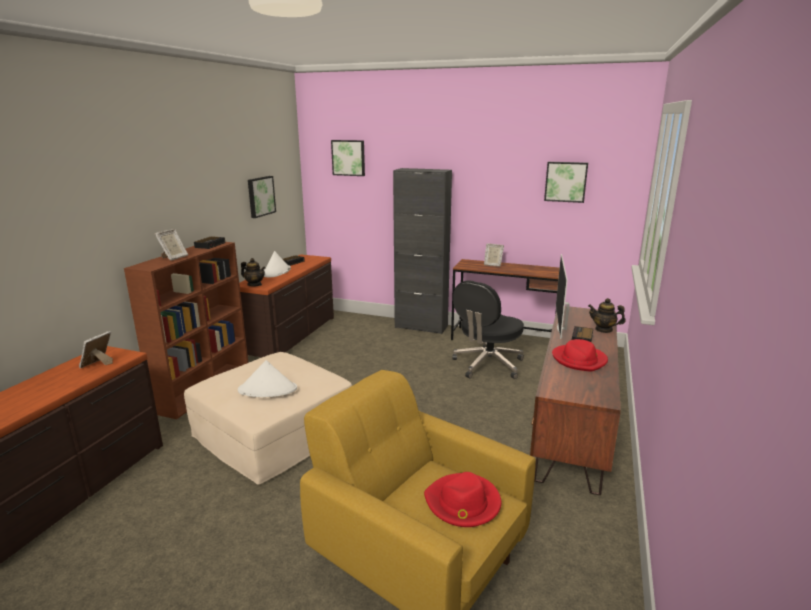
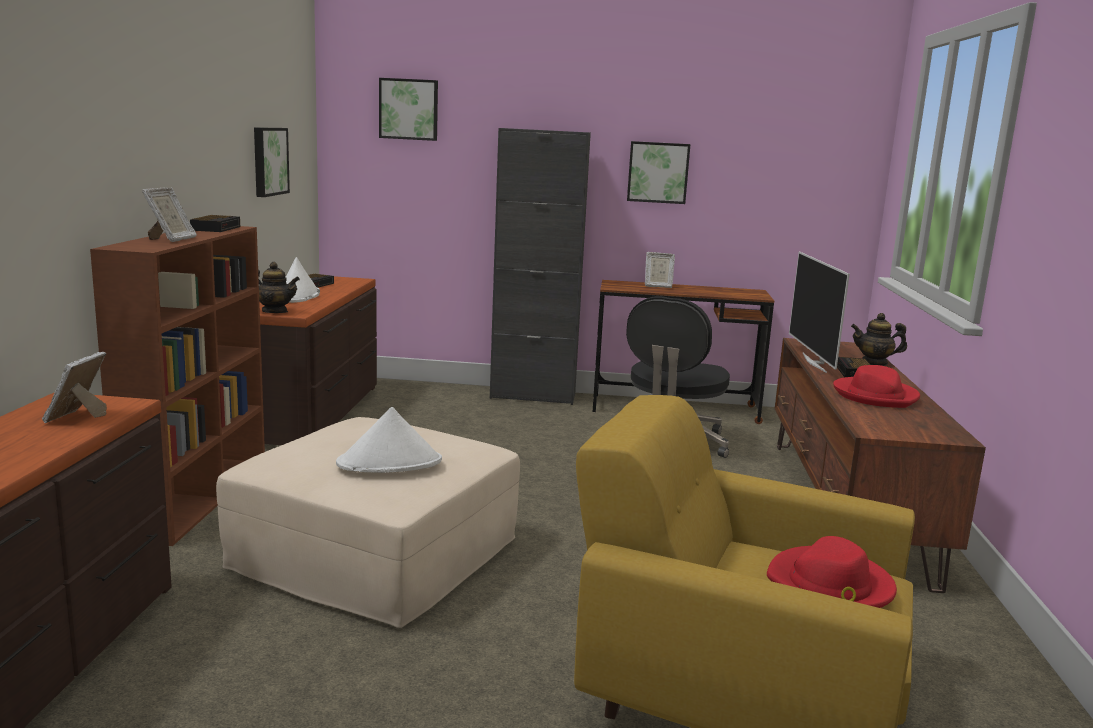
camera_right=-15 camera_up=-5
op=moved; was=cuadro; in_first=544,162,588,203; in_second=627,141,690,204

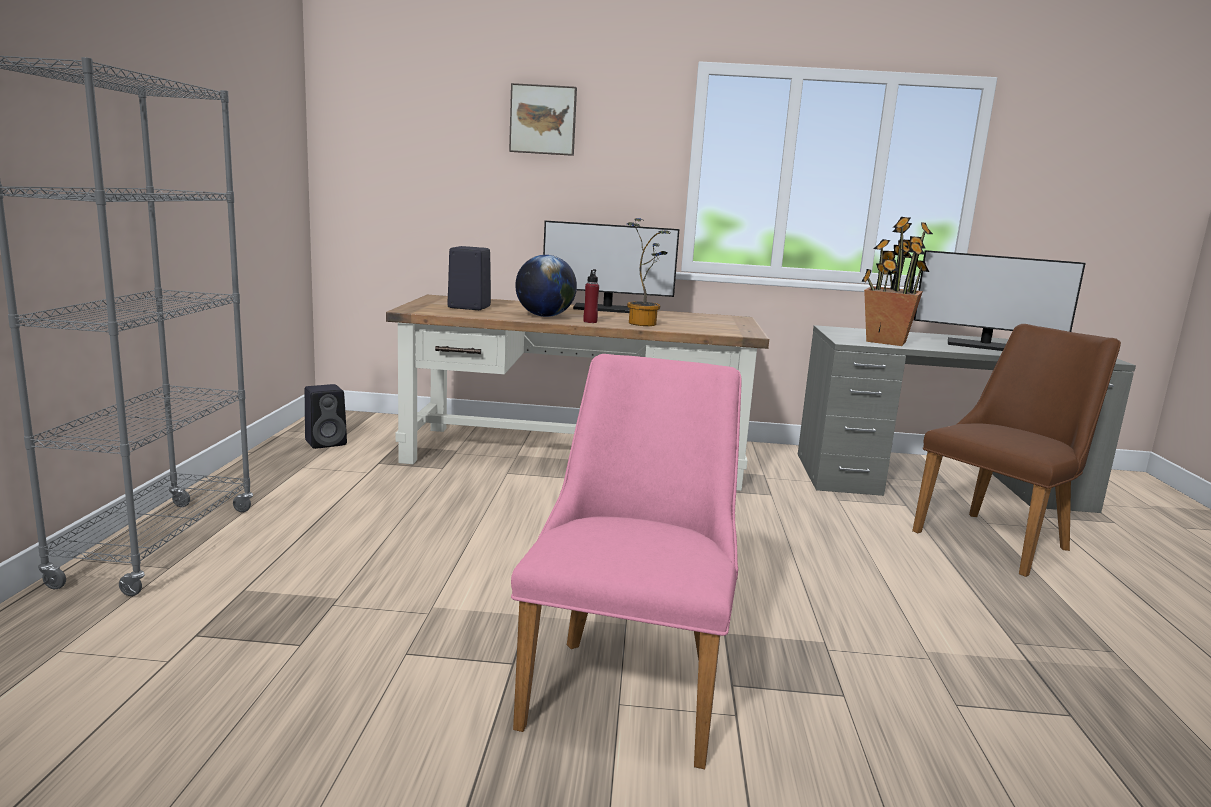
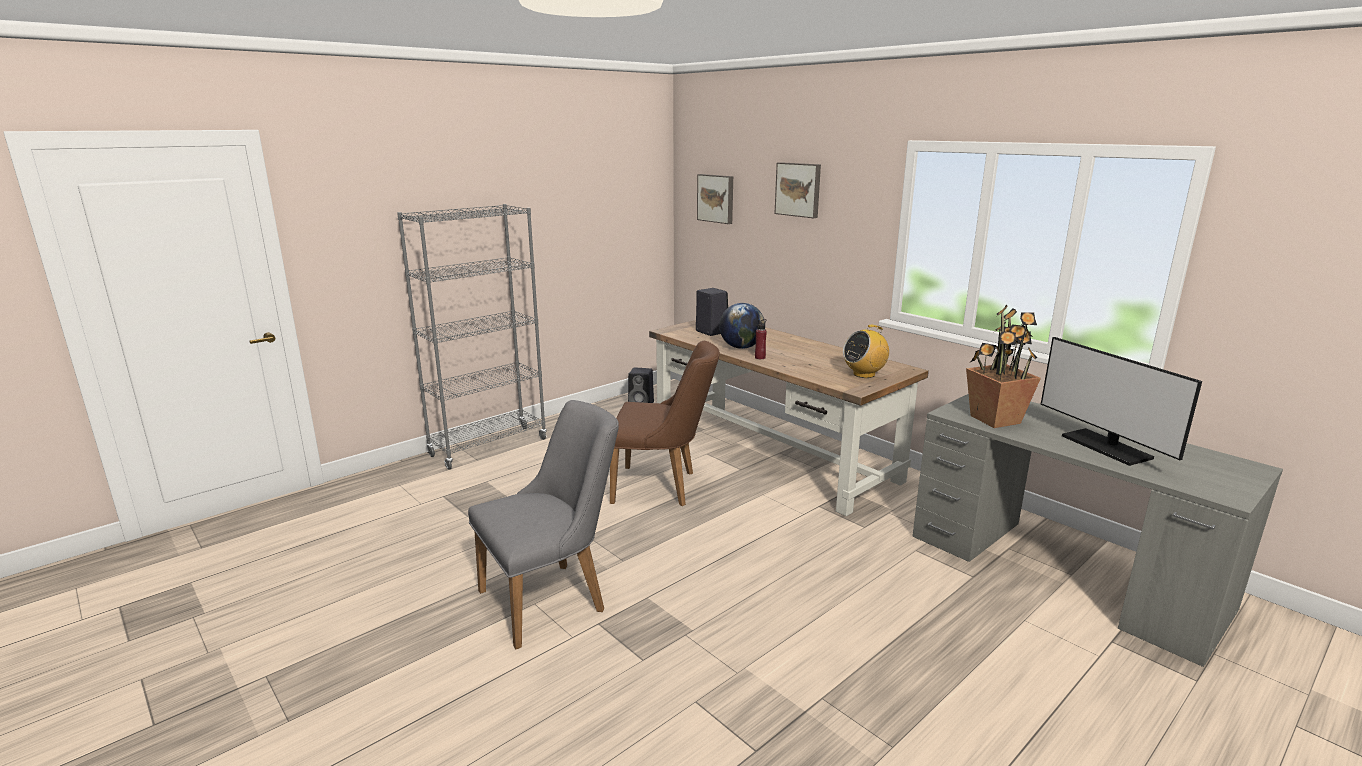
camera_right=45 camera_up=5
op=recoloured; was=silla (rosa); now=silla (gris); in_first=511,354,742,769; in_second=468,400,619,649
op=removed; was=monitor; in_first=543,221,679,313
op=removed; was=planta en maceta; in_first=627,218,670,326
op=moved; was=silla (marrón); in_first=912,324,1121,577; in_second=610,341,720,506
op=added; now=cuadro; in_second=697,174,733,224
op=added; now=radio; in_second=843,325,889,378

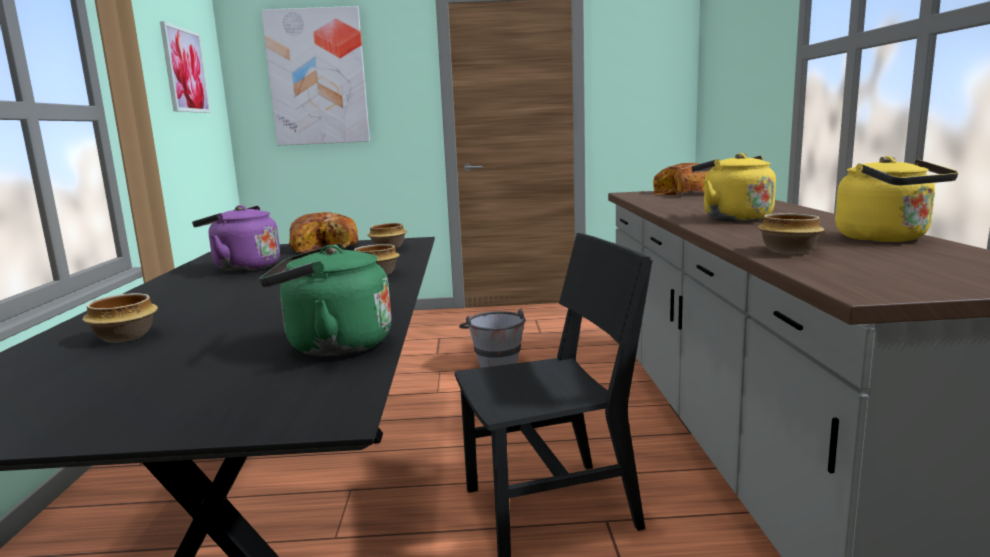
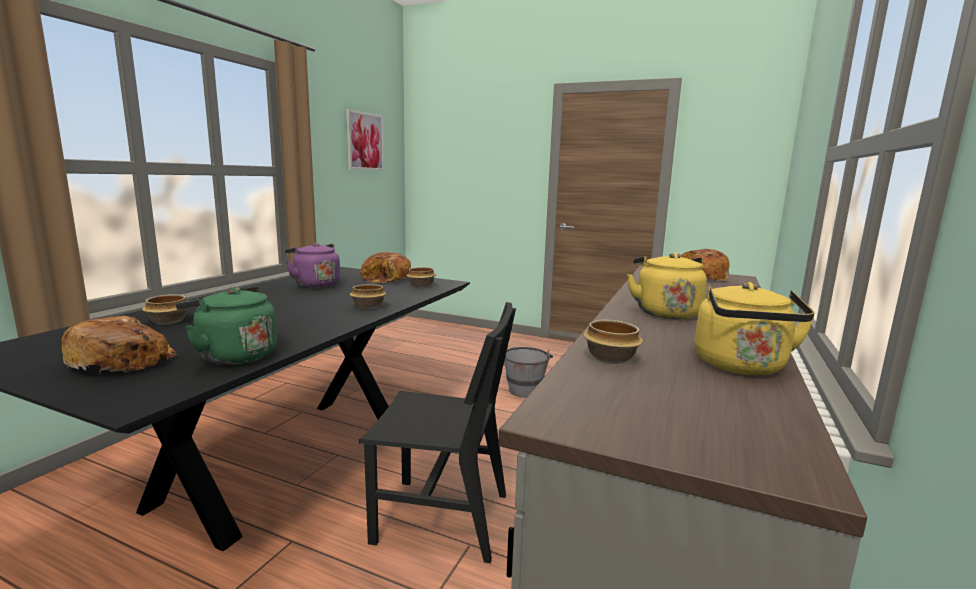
camera_right=25 camera_up=0
op=removed; was=cuadro; in_first=261,6,370,145
op=added; now=pan; in_second=62,316,176,375

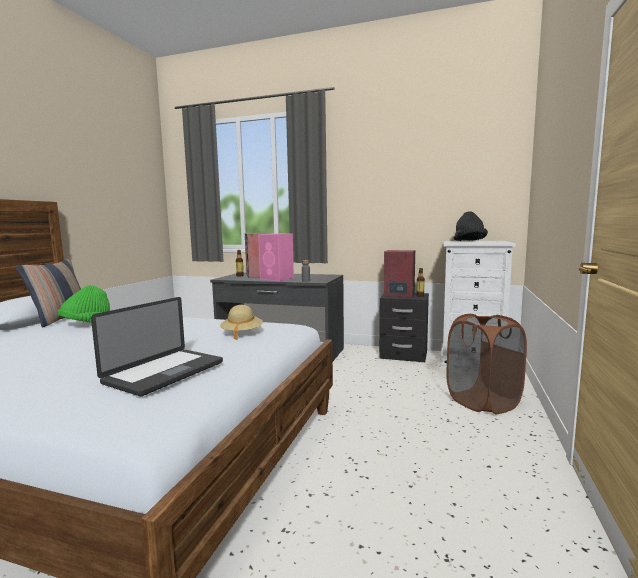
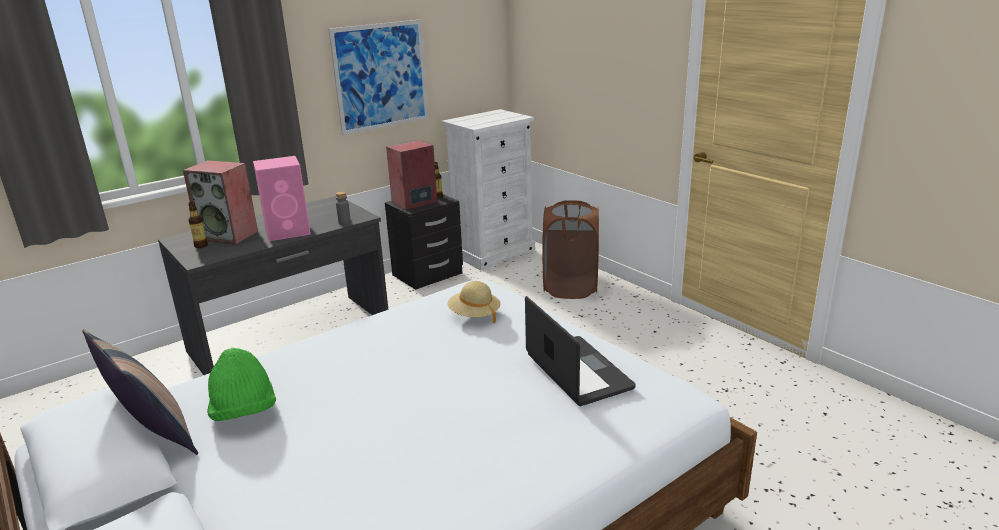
camera_right=-55 camera_up=15
op=removed; was=sombrero (negro); in_first=454,211,488,241
op=added; now=cuadro; in_second=328,20,428,135

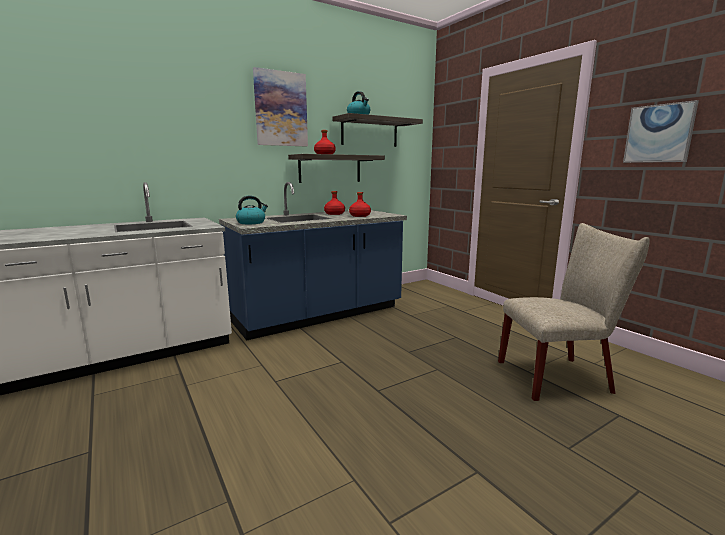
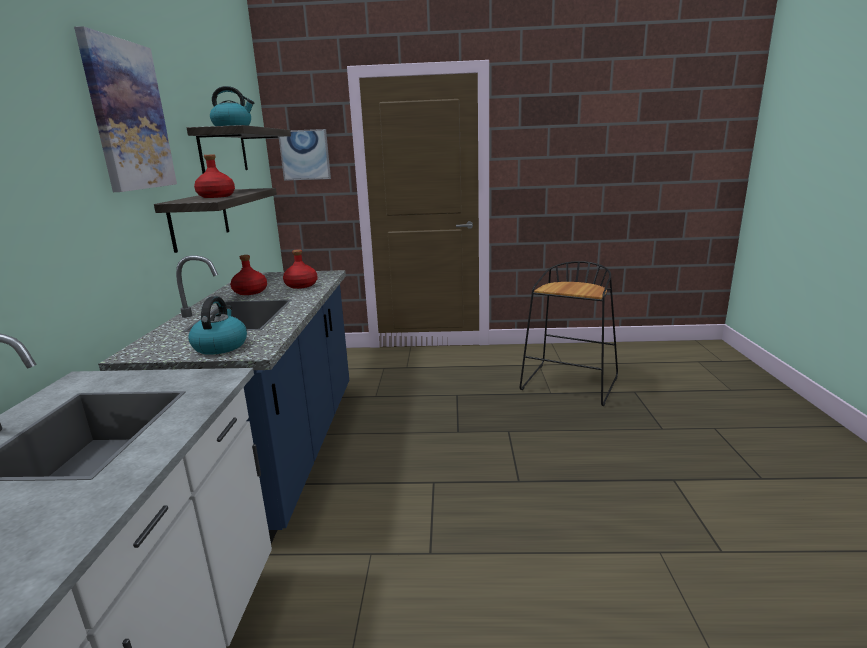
camera_right=-55 camera_up=5
op=replaced; was=silla (beis); now=taburete (negro); in_first=498,223,650,401; in_second=520,261,618,406
op=moved; was=cuadro; in_first=623,100,699,163; in_second=279,129,331,181

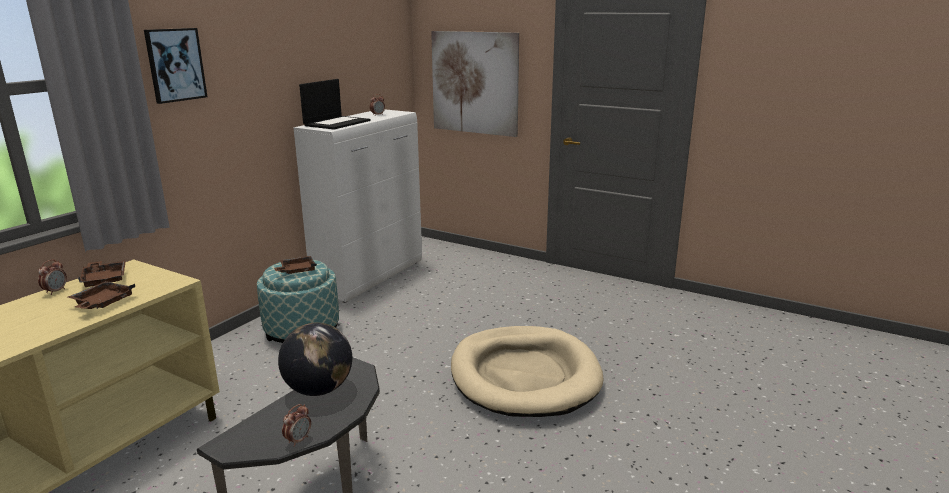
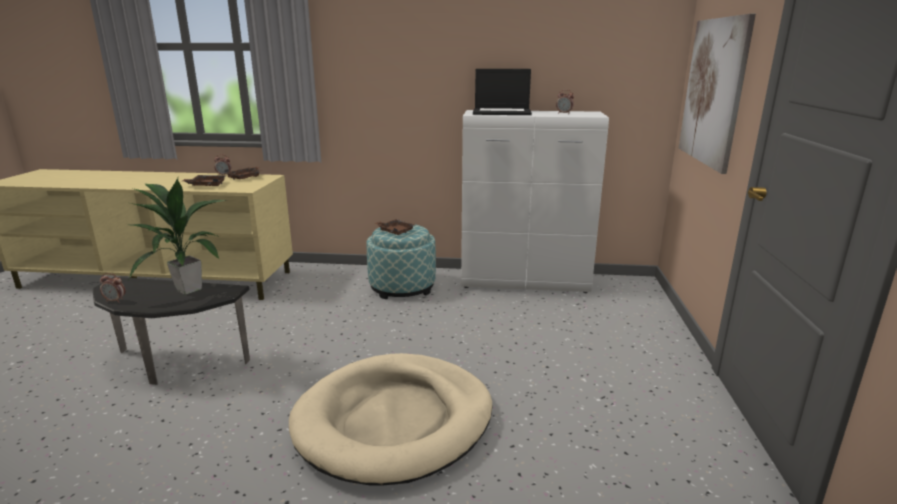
camera_right=65 camera_up=0
op=removed; was=cuadro; in_first=144,28,207,104
op=replaced; was=globo terráqueo; now=planta en maceta; in_first=278,323,352,396; in_second=126,178,226,295

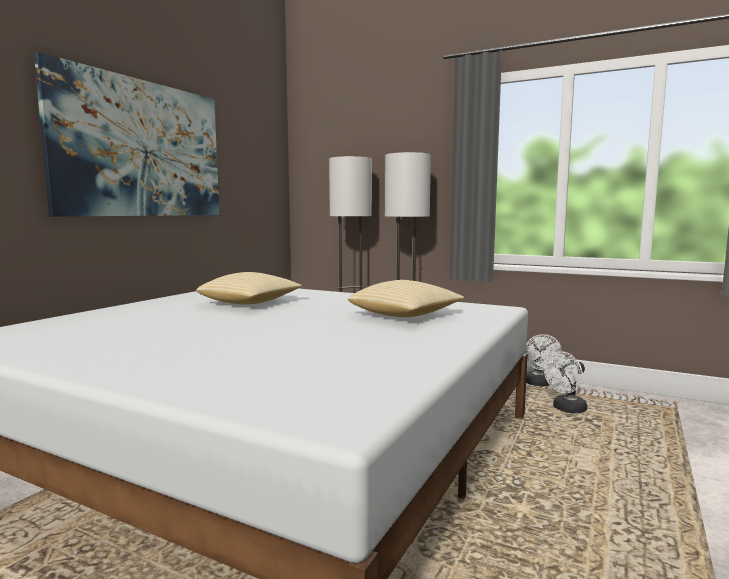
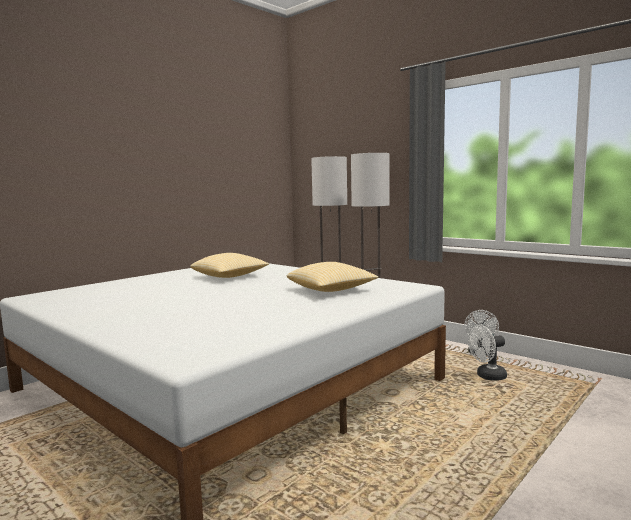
camera_right=15 camera_up=0
op=removed; was=cuadro; in_first=34,52,219,217

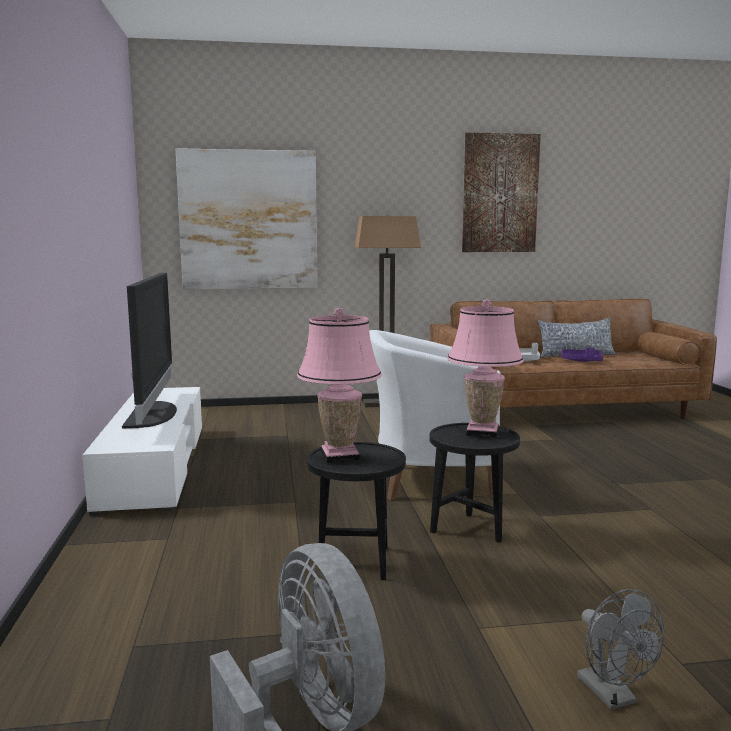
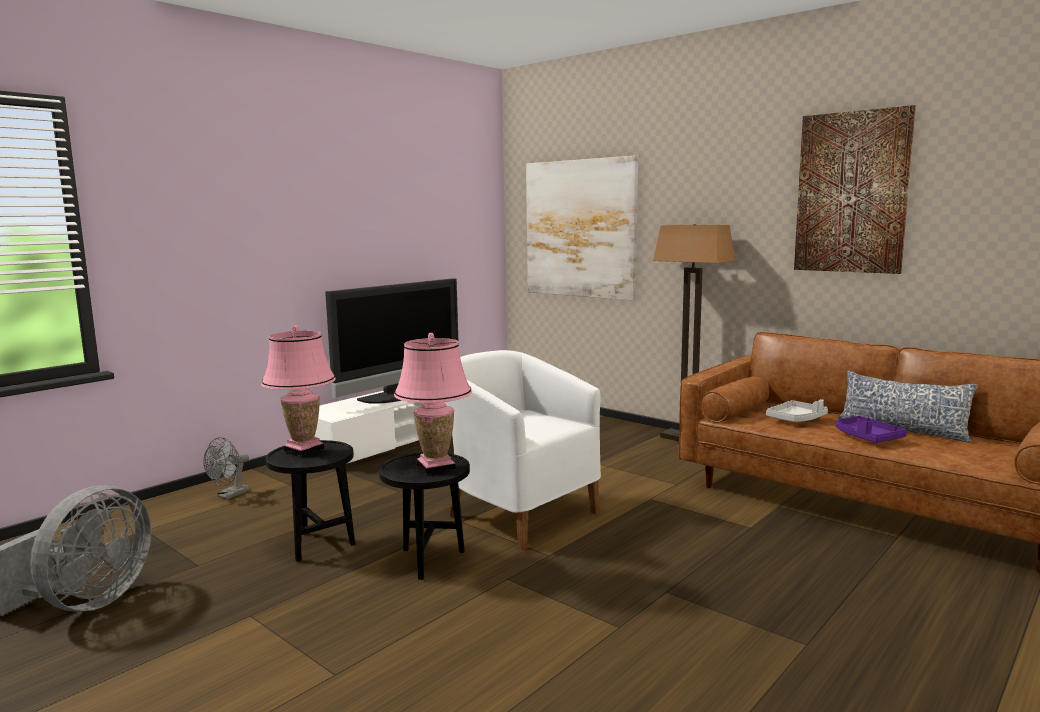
camera_right=50 camera_up=0
op=moved; was=ventilador (gris); in_first=577,589,664,710; in_second=203,437,250,499

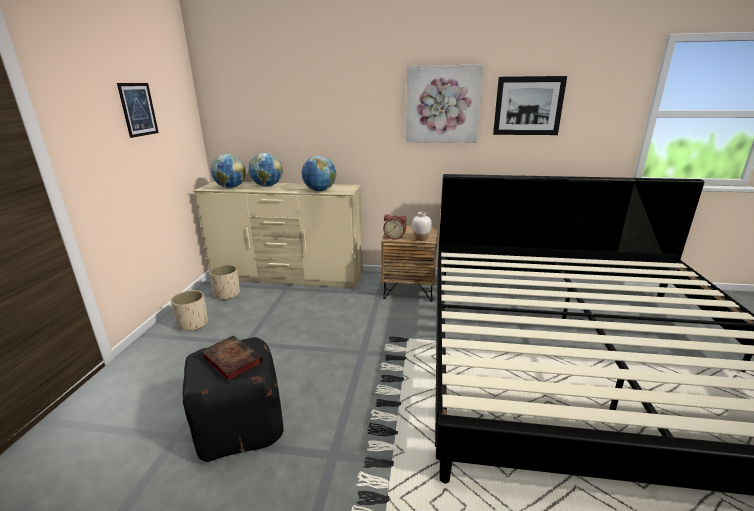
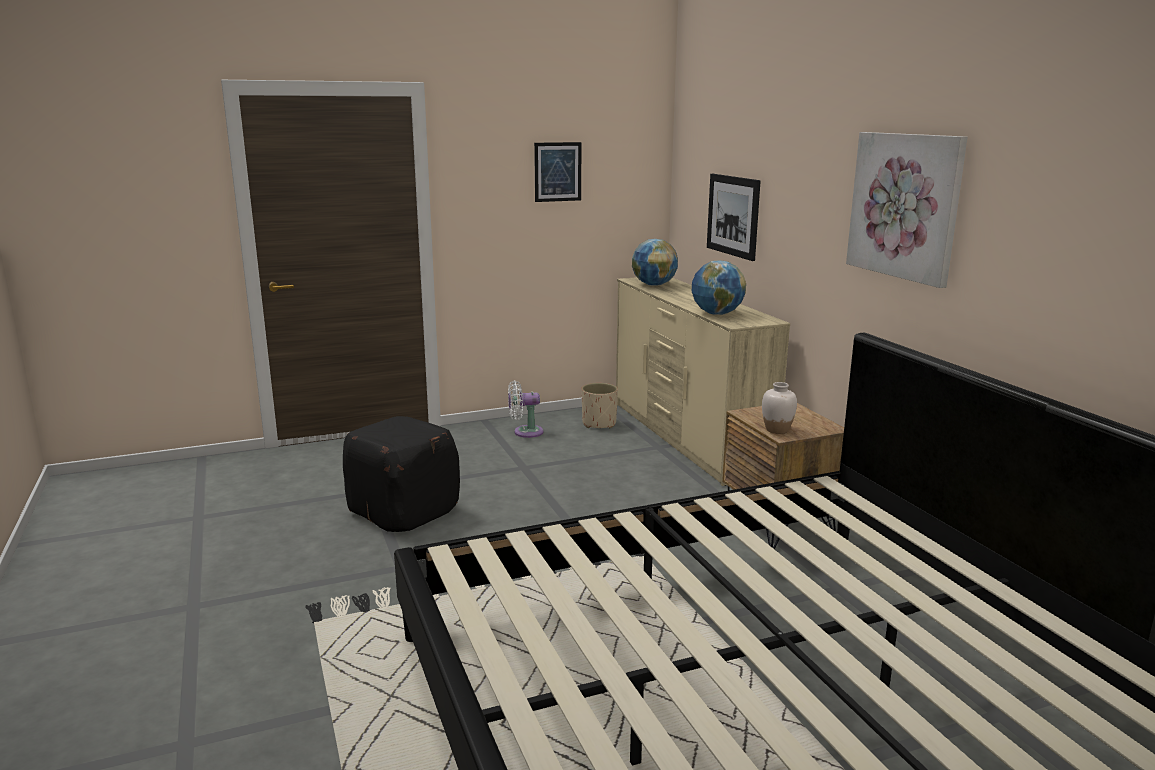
camera_right=60 camera_up=-5
op=replaced; was=maceta (beis); now=ventilador (blanco); in_first=171,290,208,332; in_second=508,381,544,438
op=removed; was=libro; in_first=201,336,263,382
op=removed; was=globo terráqueo; in_first=249,153,283,186
op=removed; was=despertador; in_first=383,214,407,240
op=moved; was=cuadro; in_first=493,76,567,135; in_second=707,174,761,261

